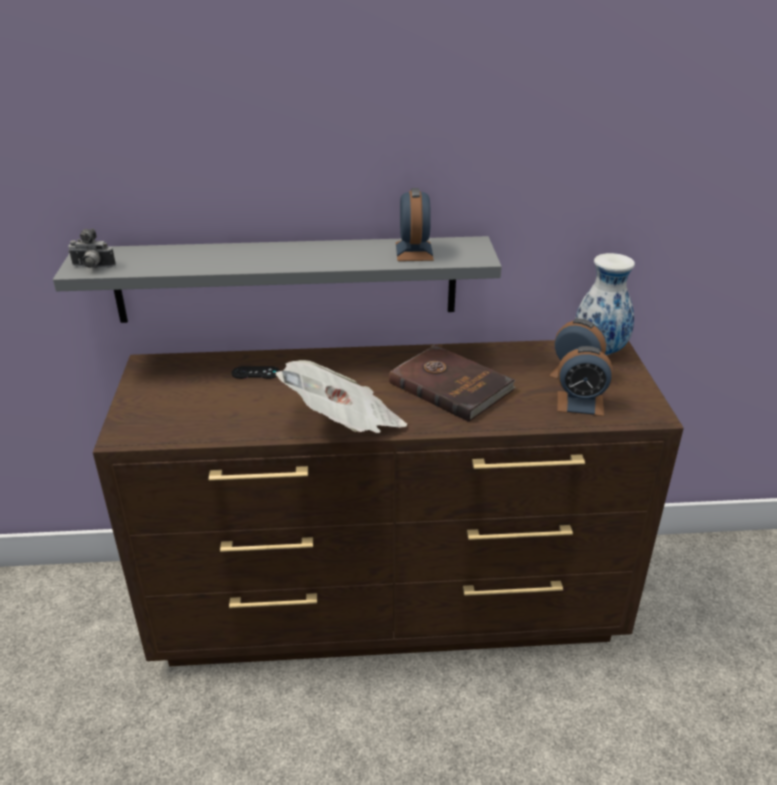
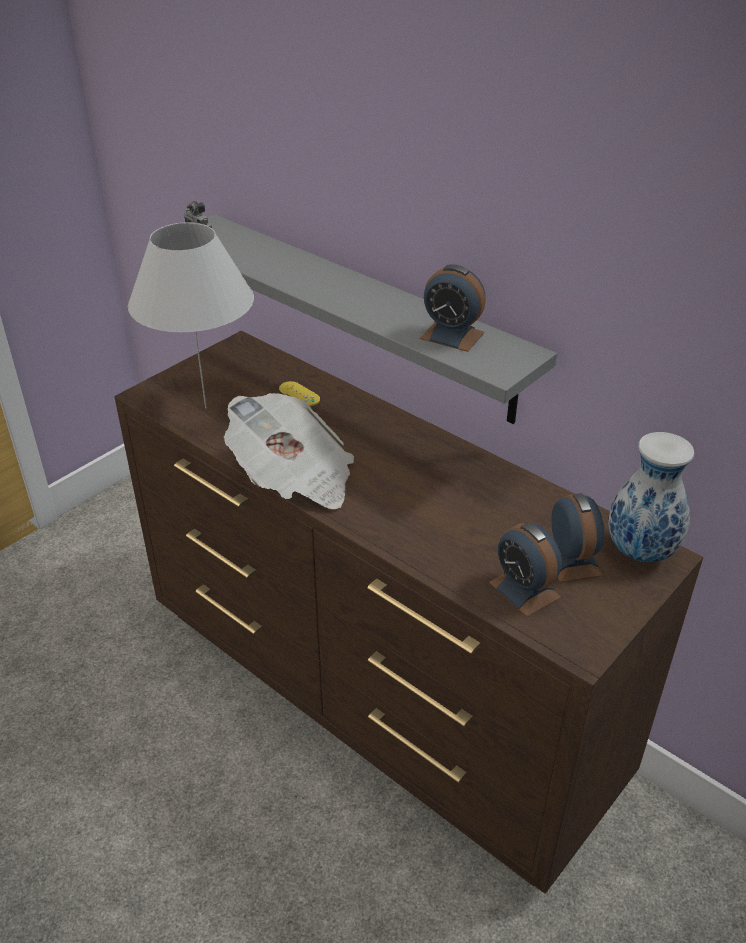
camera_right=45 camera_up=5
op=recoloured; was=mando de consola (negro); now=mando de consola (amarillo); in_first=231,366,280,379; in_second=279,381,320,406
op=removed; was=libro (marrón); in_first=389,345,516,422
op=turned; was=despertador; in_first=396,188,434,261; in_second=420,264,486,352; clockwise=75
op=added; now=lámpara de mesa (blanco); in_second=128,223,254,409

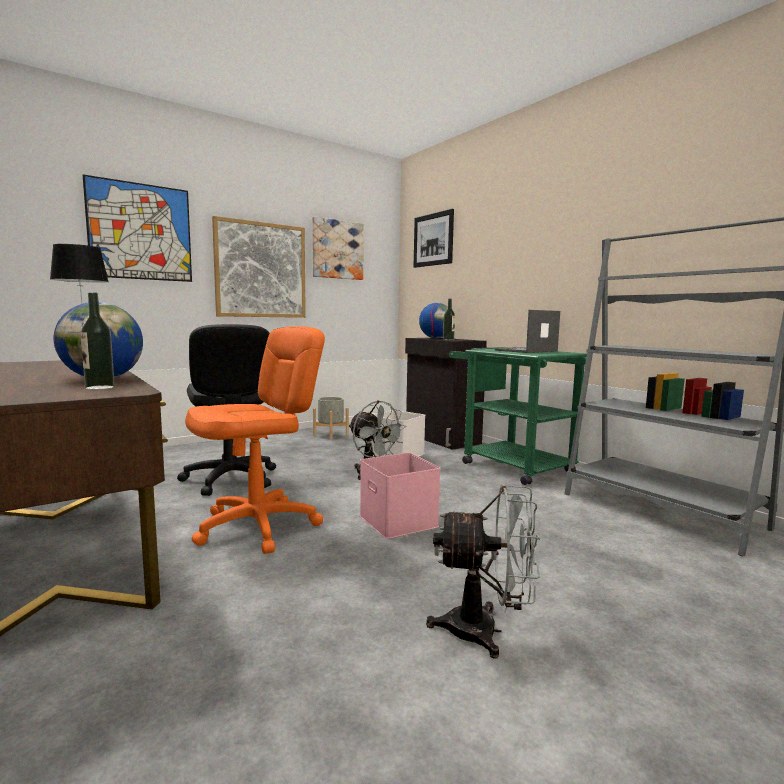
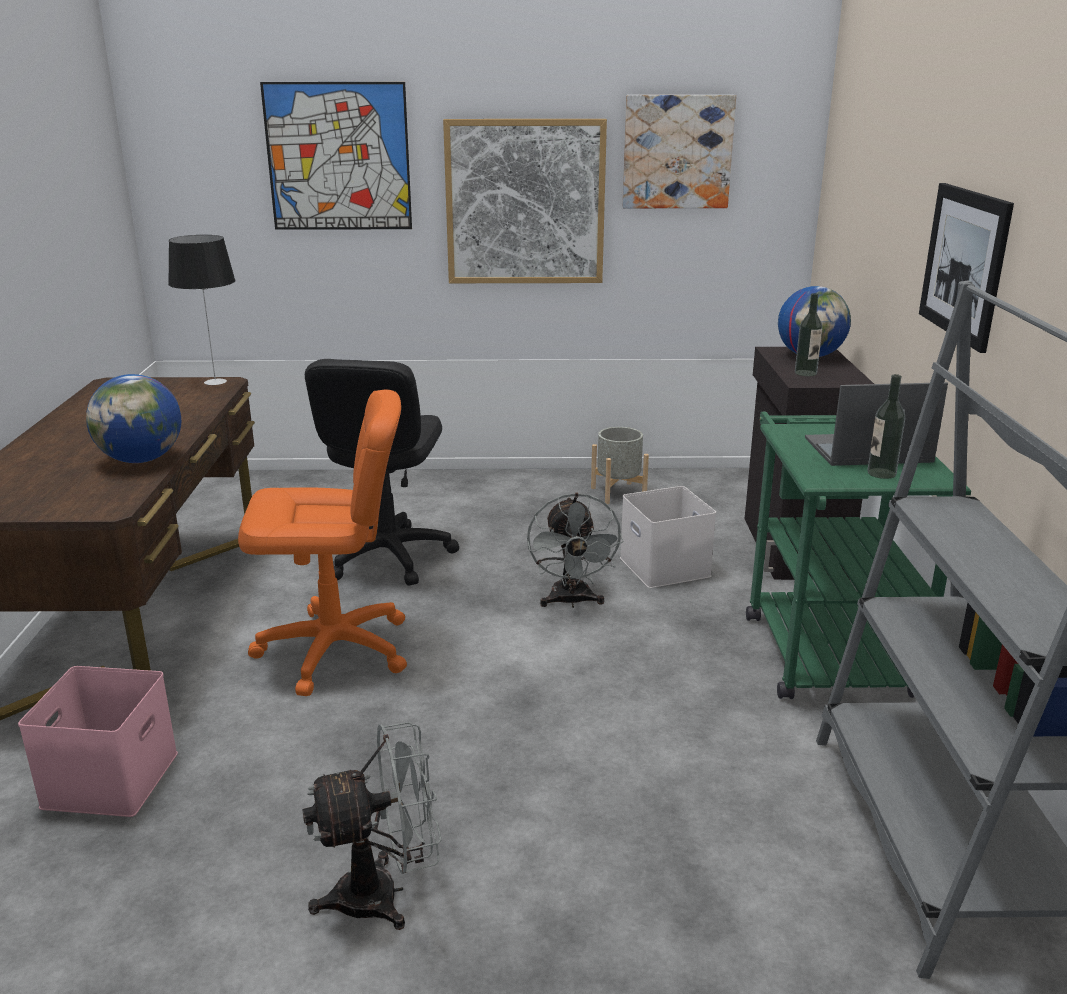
camera_right=35 camera_up=15
op=moved; was=botella; in_first=80,292,115,390; in_second=867,374,905,479
op=moved; was=caja de almacenaje (rosa); in_first=360,453,441,539; in_second=18,666,178,817
op=moved; was=cuadro; in_first=414,209,454,268; in_second=919,183,1014,353
op=turned; was=ventilador (gris); in_first=426,485,540,659; in_second=302,722,441,930; clockwise=-60

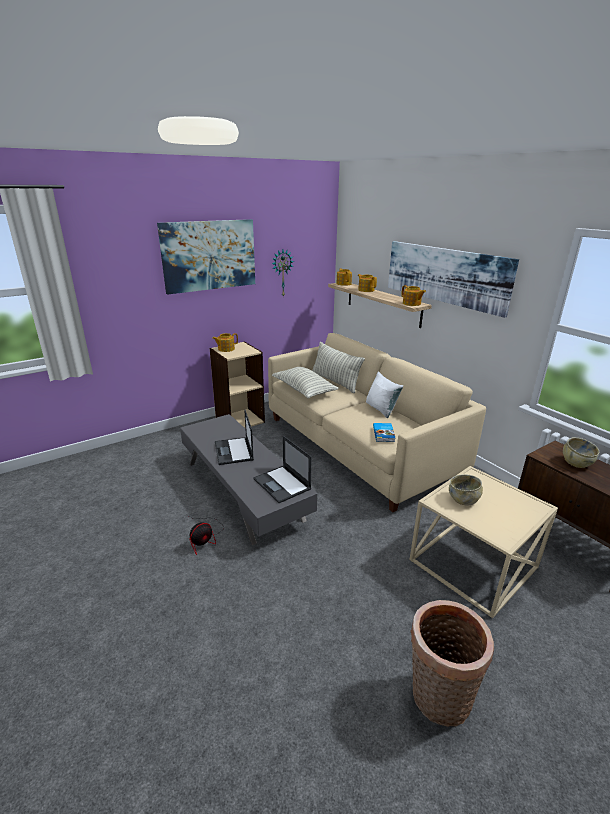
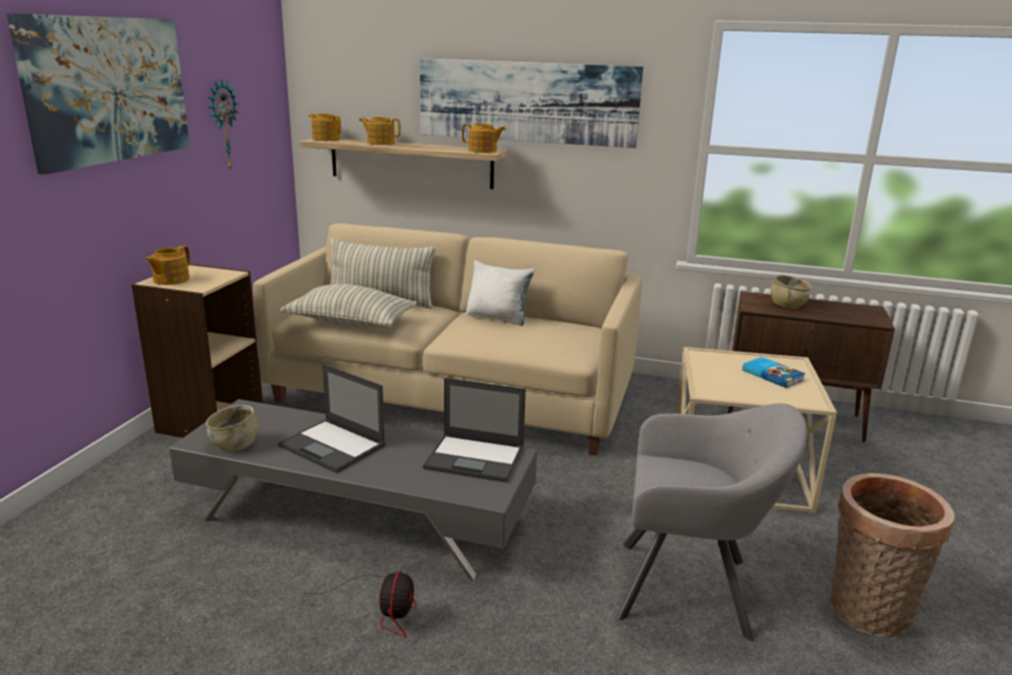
camera_right=-40 camera_up=-5
op=moved; was=libro; in_first=373,423,395,442; in_second=742,357,805,388
op=moved; was=cuenco (beis); in_first=449,474,483,505; in_second=206,405,258,451
op=added; now=sillón (gris); in_second=616,403,807,641

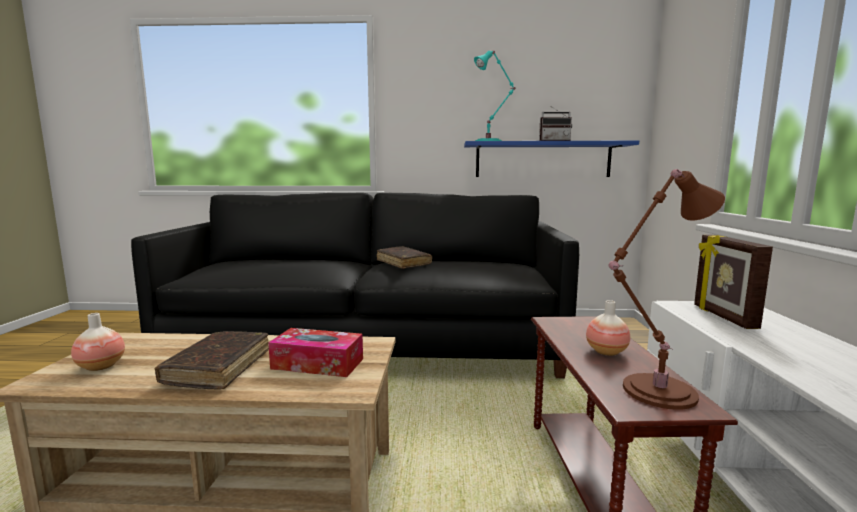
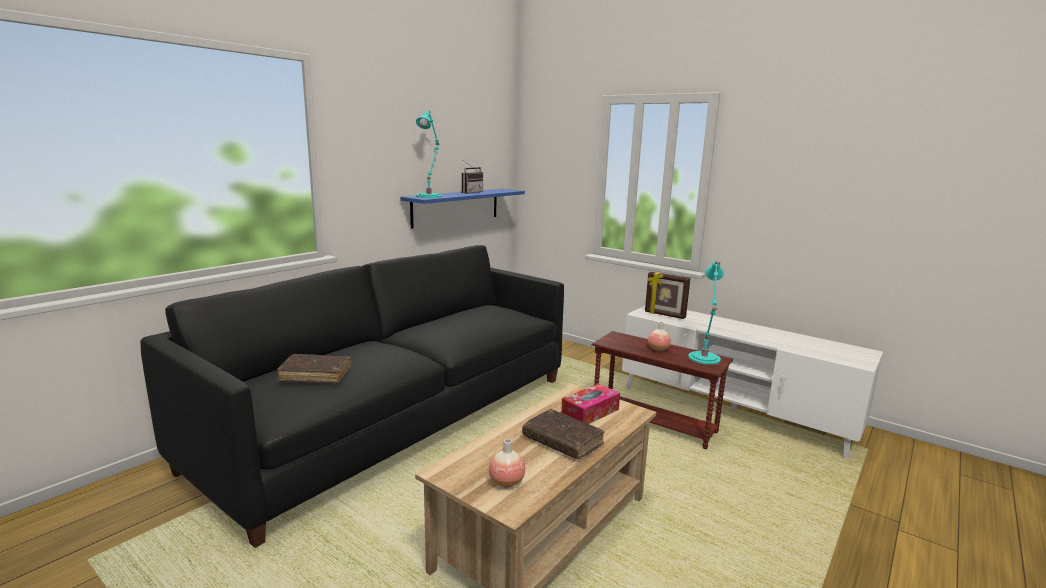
camera_right=-55 camera_up=5
op=moved; was=libro (marrón); in_first=377,246,432,269; in_second=277,354,351,383
op=recoloured; was=lámpara de mesa (marrón); now=lámpara de mesa (turquesa); in_first=609,169,725,410; in_second=688,261,724,365

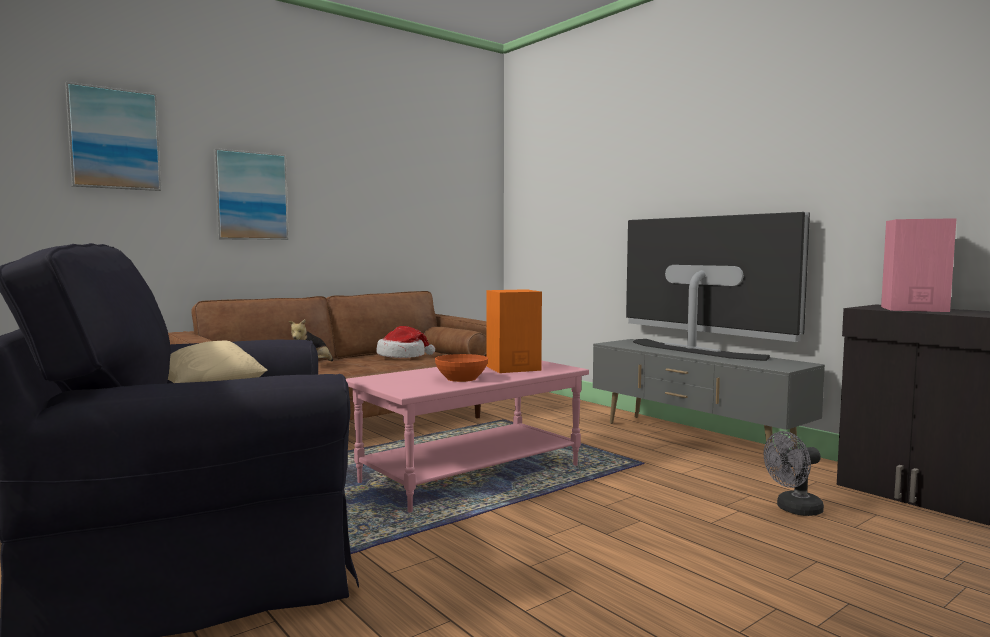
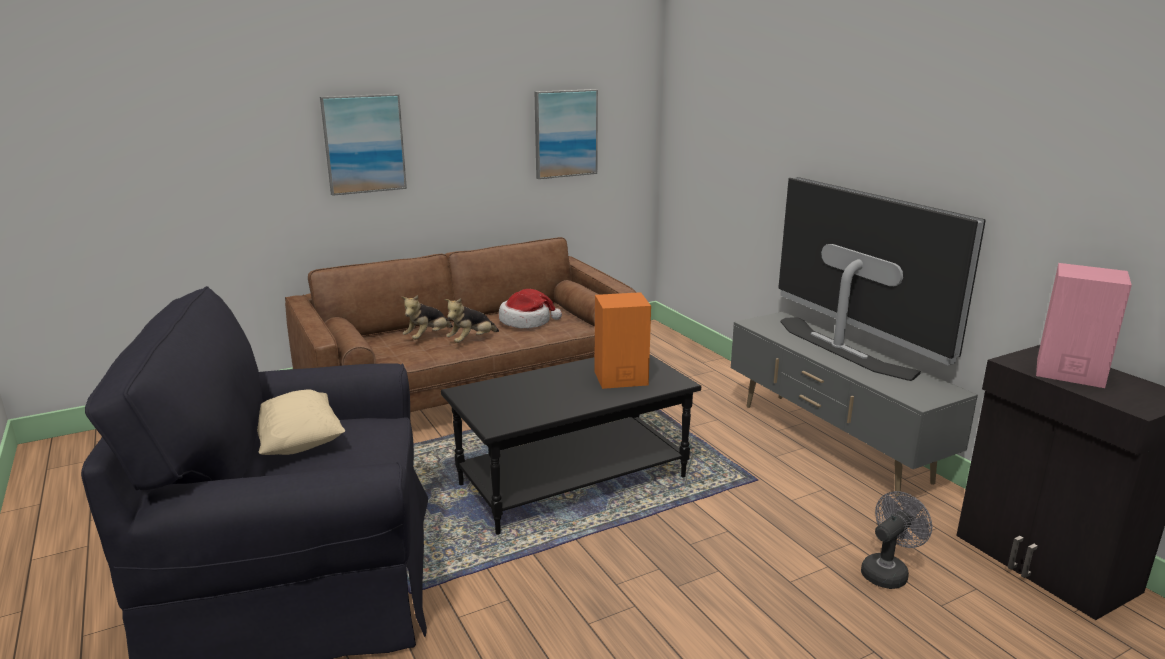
camera_right=10 camera_up=15
op=moved; was=cuadro; in_first=65,82,161,191; in_second=535,89,598,179
op=recoloured; was=mesa de centro (rosa); now=mesa de centro (negro); in_first=346,360,589,512; in_second=441,354,701,535
op=removed; was=cuenco (naranja); in_first=435,354,488,382
op=turned; was=ventilador (gris); in_first=764,431,824,516; in_second=861,491,932,589; clockwise=150
op=added; now=peluche; in_second=445,298,499,343

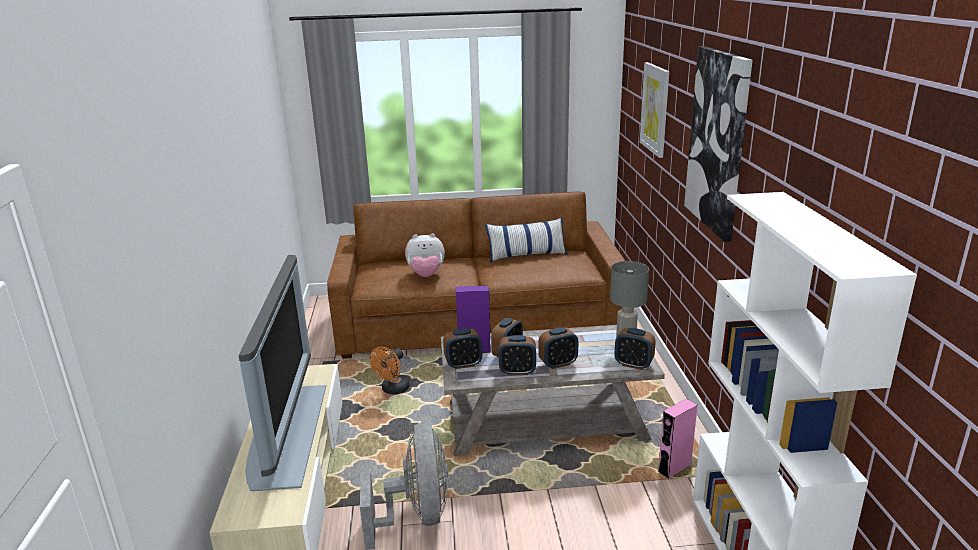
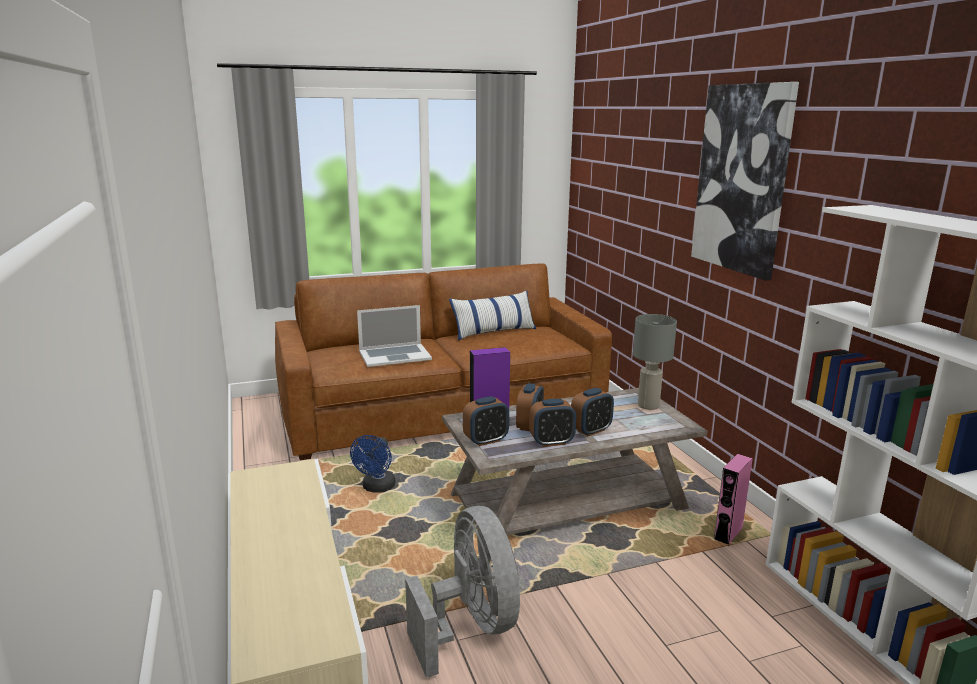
camera_right=-15 camera_up=-5
op=removed; was=televisor; in_first=238,255,326,491
op=recoloured; was=ventilador (naranja); now=ventilador (azul); in_first=369,347,410,395; in_second=350,435,396,493
op=replaced; was=peluche; now=portátil; in_first=405,233,445,277; in_second=357,305,432,367
op=removed; was=despertador; in_first=615,328,656,370
op=removed; was=cuadro; in_first=640,62,669,158

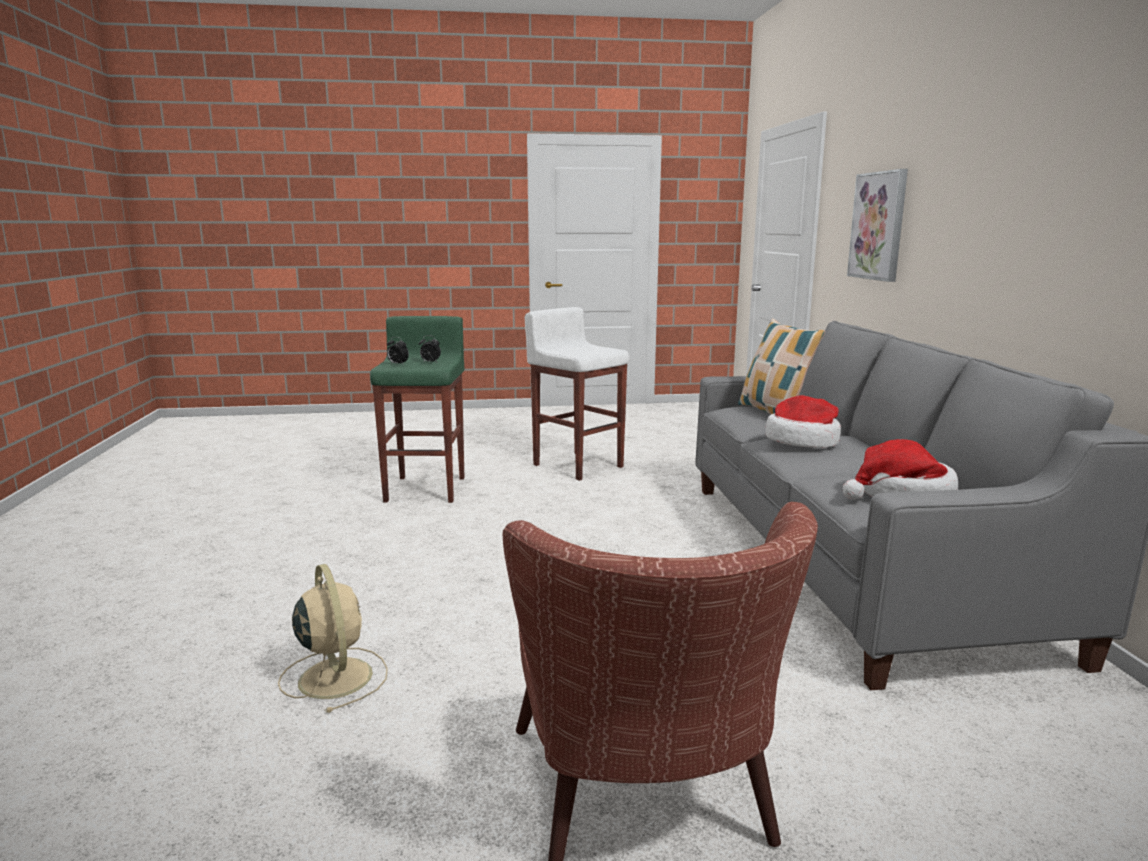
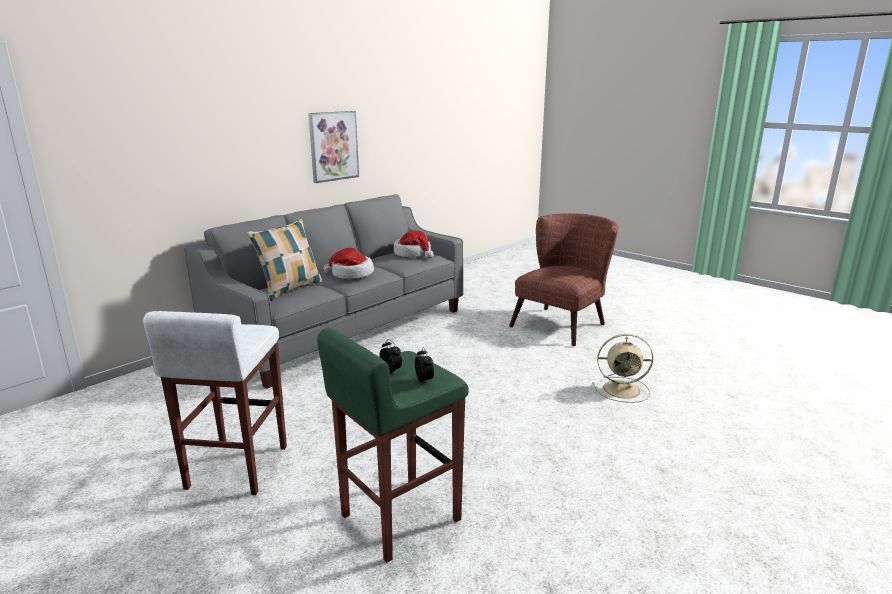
camera_right=-130 camera_up=5
op=turned; was=ventilador (beis); in_first=278,564,388,713; in_second=592,334,653,403; clockwise=-105
op=moved; was=cuadro; in_first=847,169,908,282; in_second=308,111,359,183

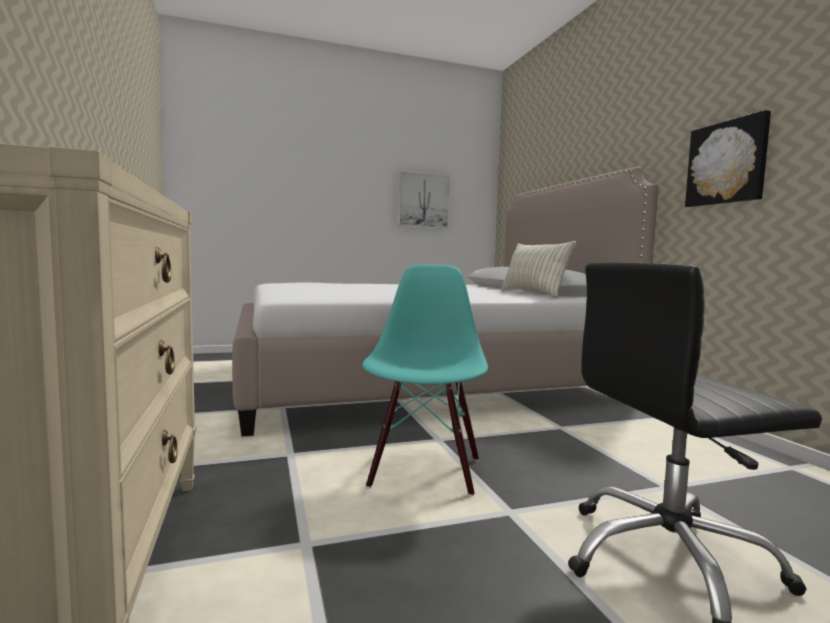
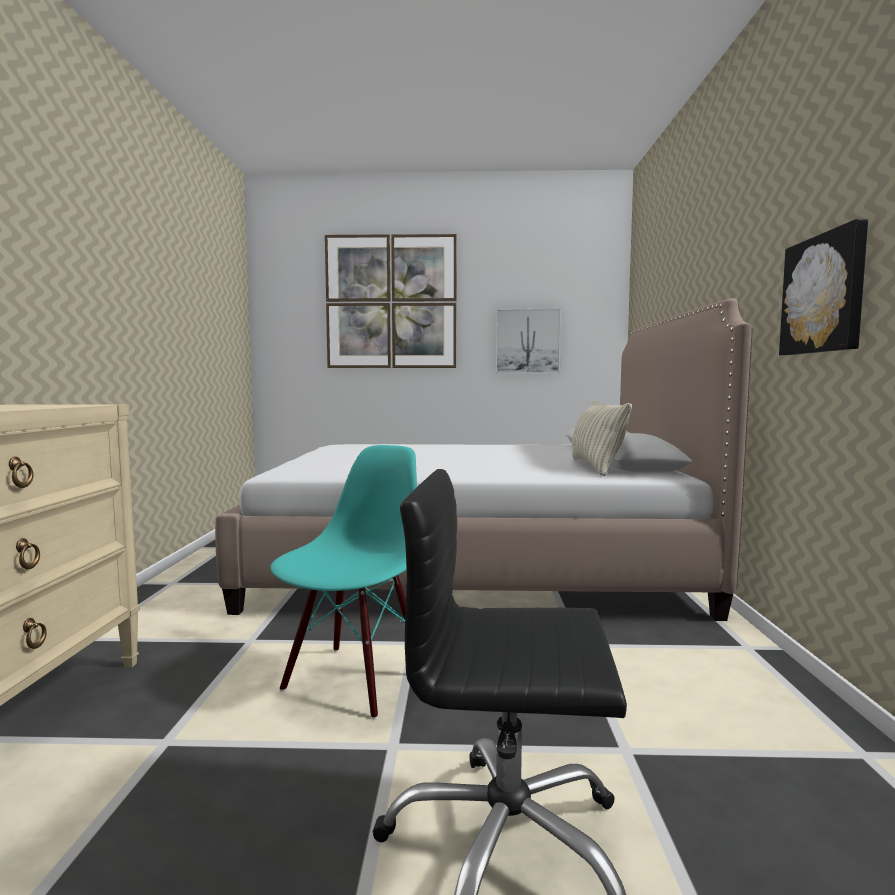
camera_right=20 camera_up=0
op=added; now=cuadro; in_second=325,234,457,368

